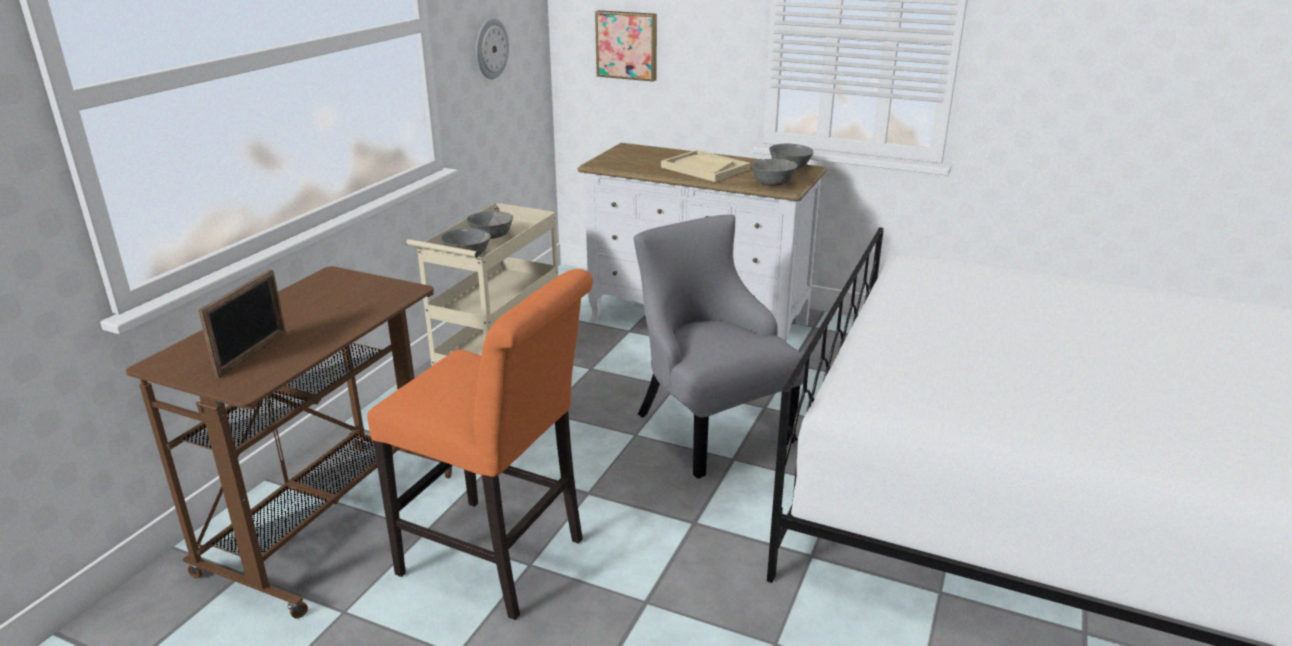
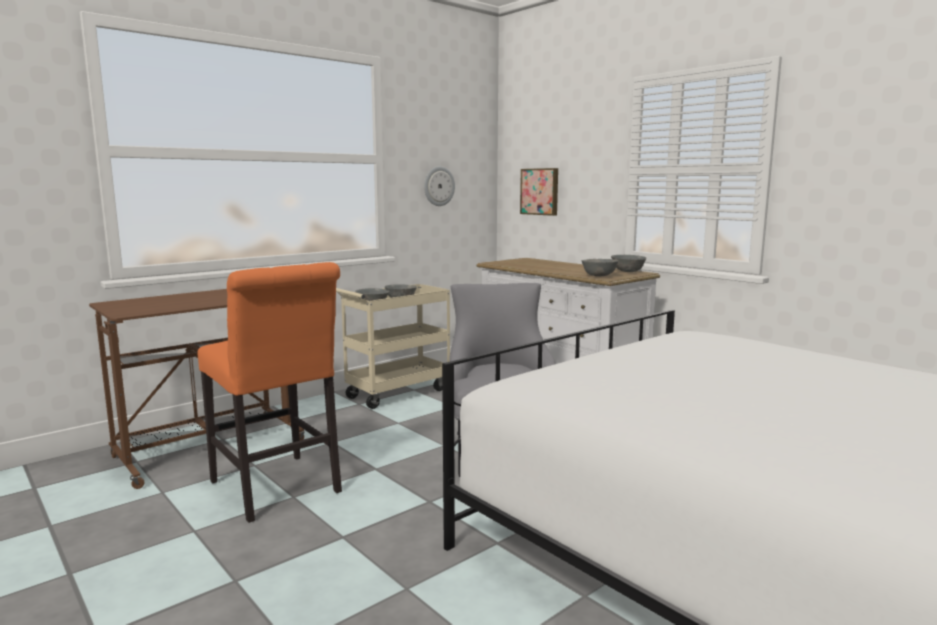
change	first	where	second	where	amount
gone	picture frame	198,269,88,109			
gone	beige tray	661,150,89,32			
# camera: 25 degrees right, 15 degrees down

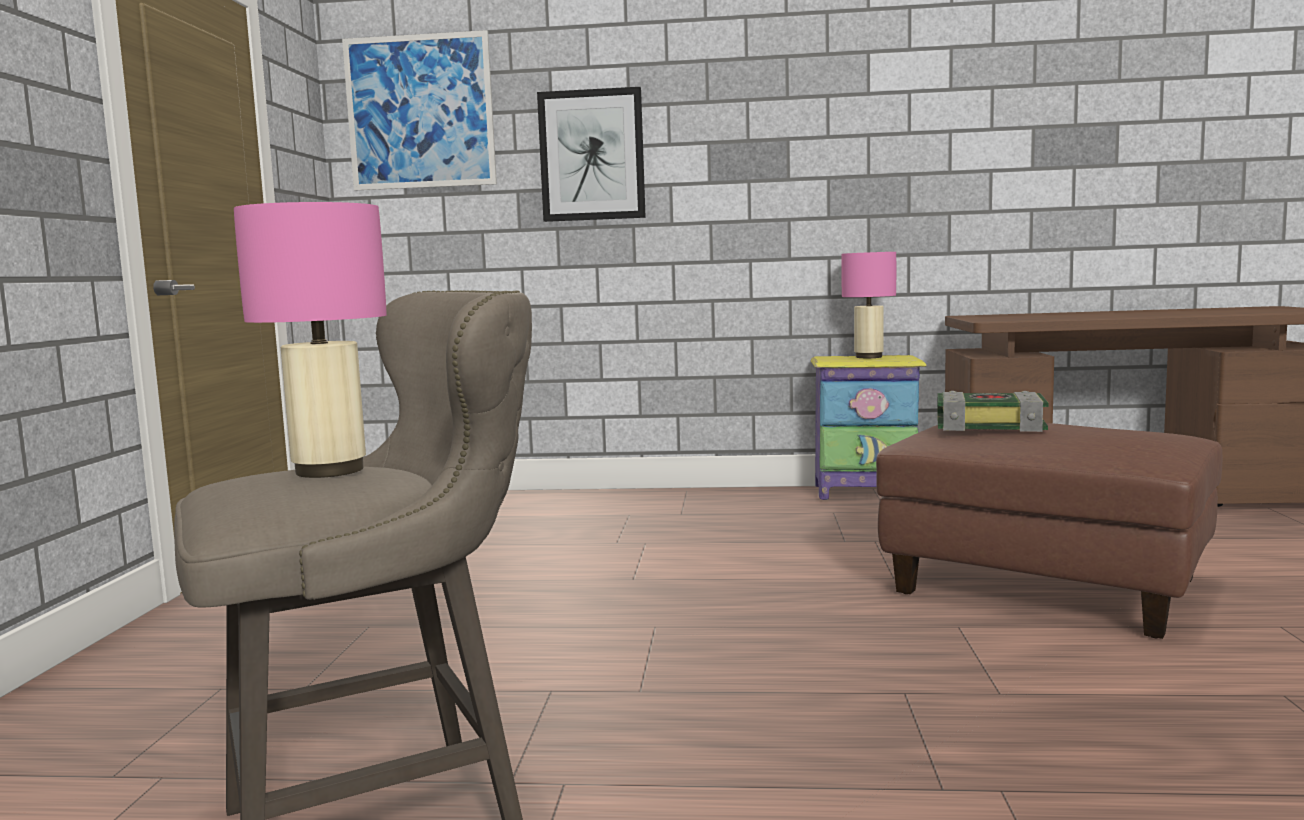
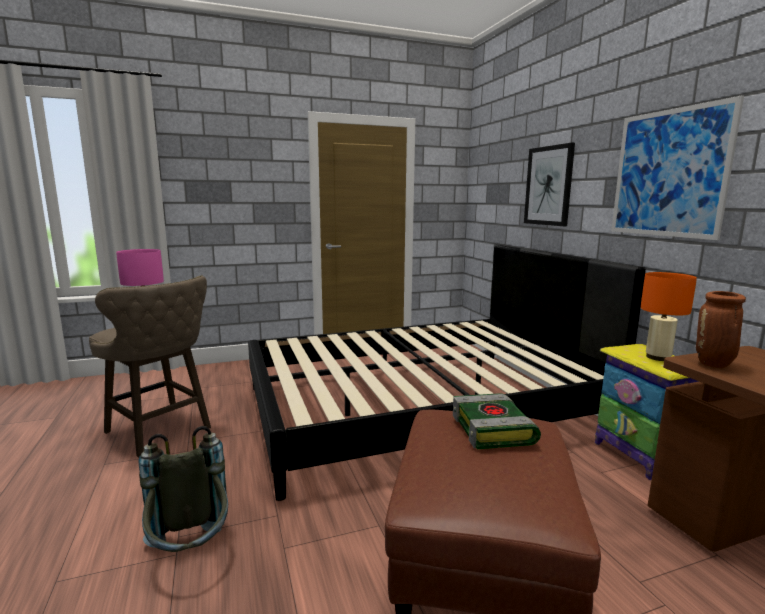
change	first	where	second	where	amount
new			grey backpack	138,426,90,126	
new			black bed	248,244,398,257	
shifted	picture	342,30,155,161		611,95,133,145	
repainted	pink table lamp	841,252,55,106	orange table lamp	641,272,56,89	
new			brown vase	696,291,50,77	
# camera: 65 degrees right, 5 degrees up

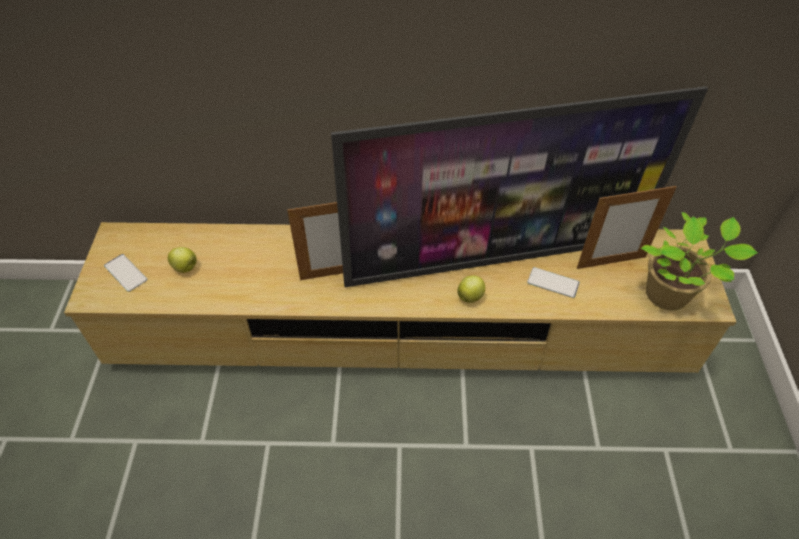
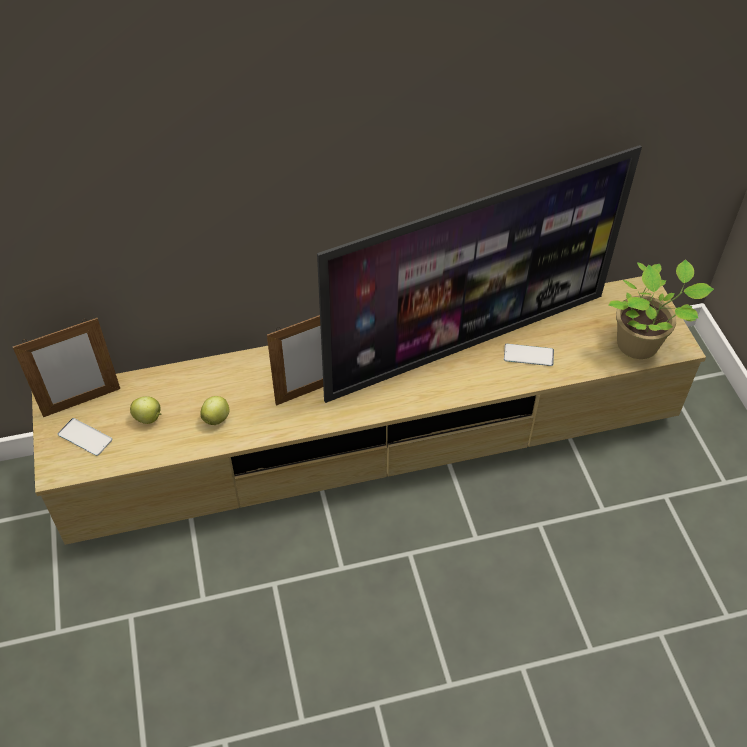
change	first	where	second	where	amount
shifted	picture frame	577,185,100,84		13,318,107,99	
shifted	apple	457,275,28,28		200,396,29,29	
# camera: 15 degrees left, 0 degrees up

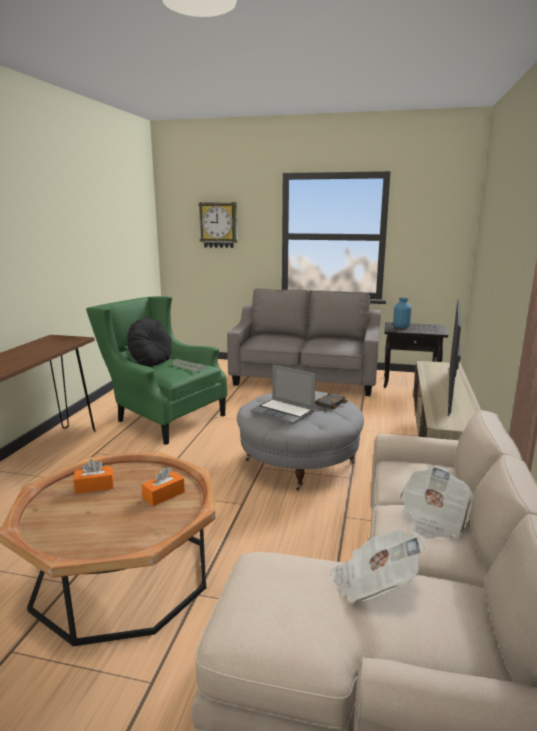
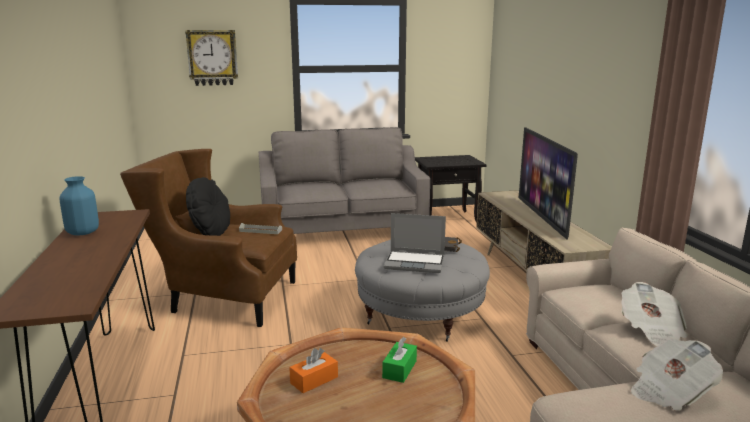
change	first	where	second	where	amount
shifted	blue vase	393,298,18,30		59,176,40,59	
repainted	green armchair	86,296,141,149	brown armchair	120,149,177,178	
repainted	orange tissue box	141,467,44,39	green tissue box	382,337,35,46	
# camera: 25 degrees left, 0 degrees up

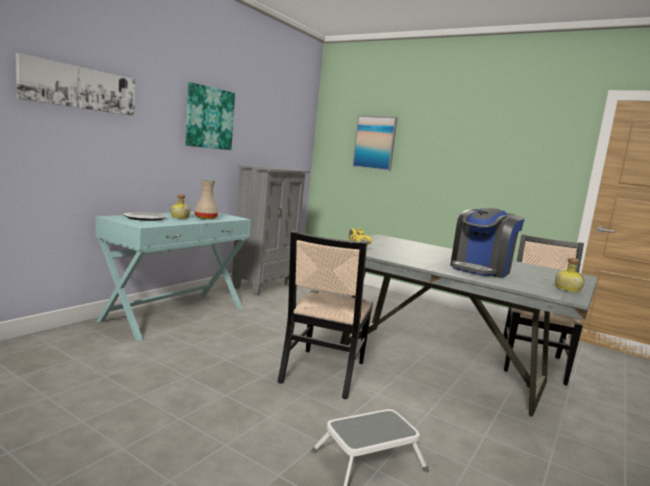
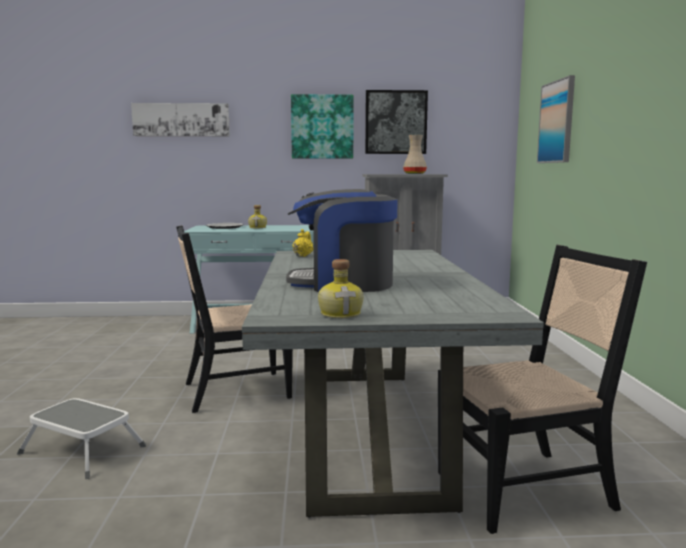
change	first	where	second	where	amount
new			picture	365,90,63,64	
shifted	beige vase	194,180,24,39		403,135,24,39	
# camera: 55 degrees right, 0 degrees up

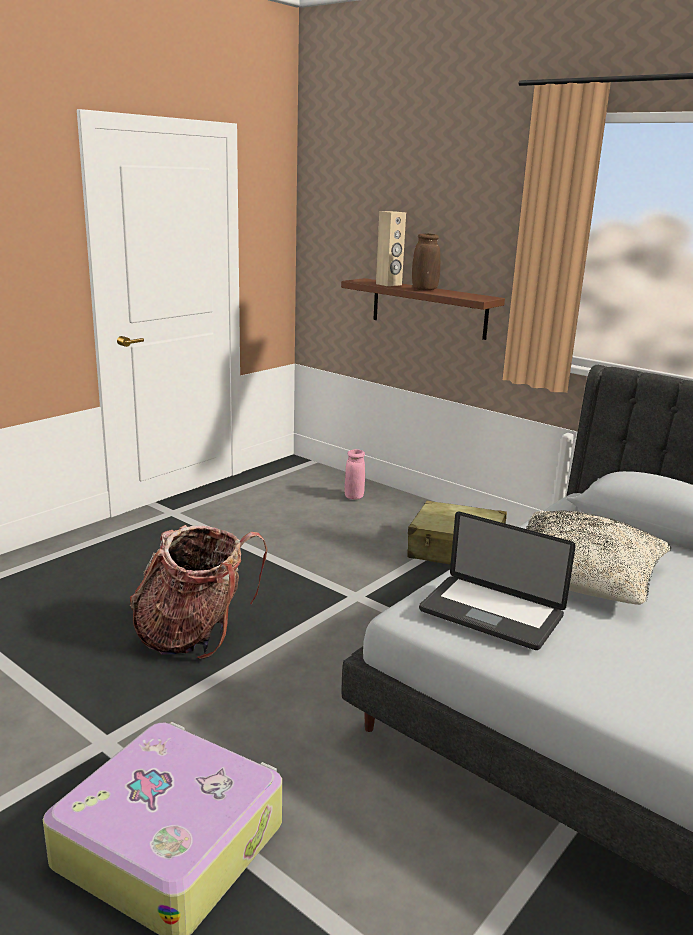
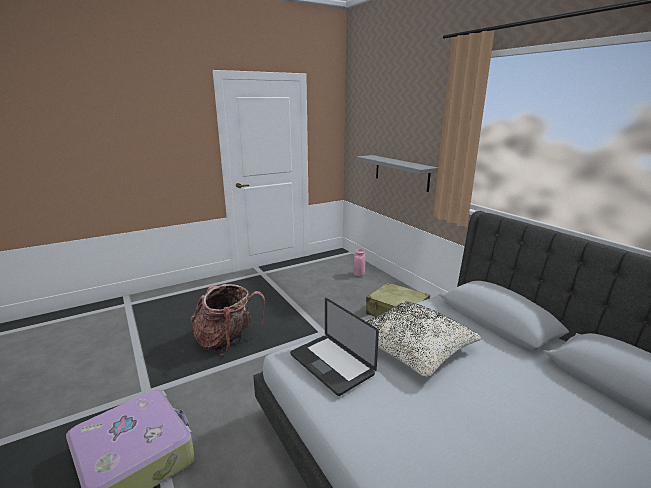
change	first	where	second	where	amount
repainted	brown shelf	341,278,164,62	grey shelf	356,155,82,37	
gone	beige speaker	376,211,30,75			
gone	brown vase	412,234,28,56			
# camera: 20 degrees right, 0 degrees up

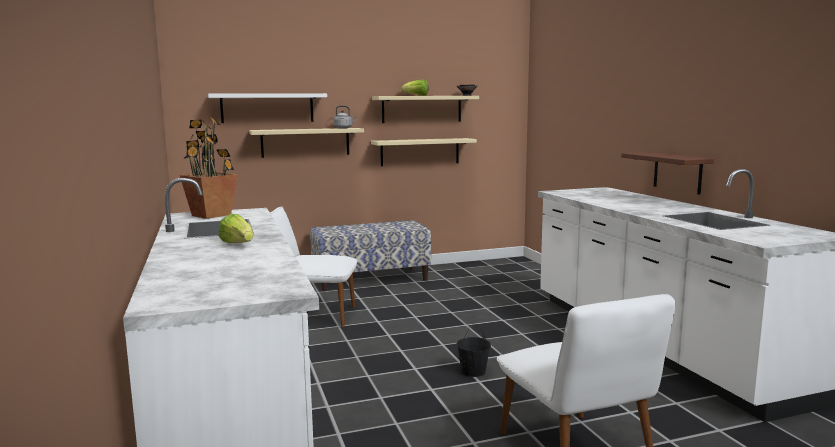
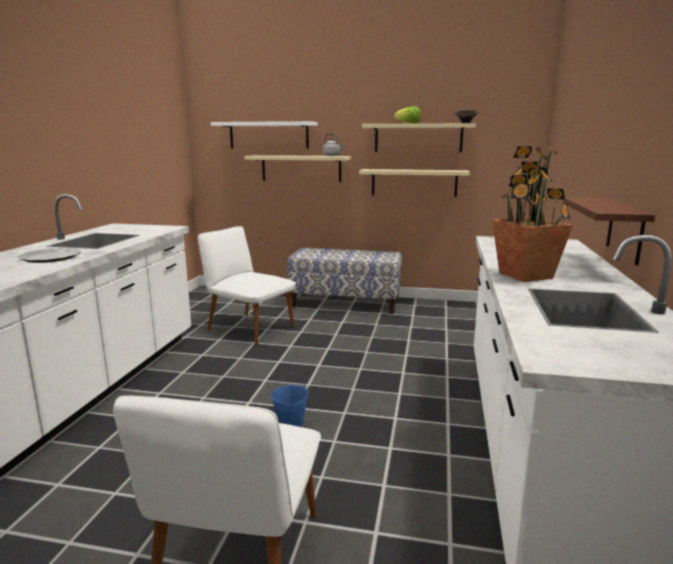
change	first	where	second	where	amount
swapped	lettuce	219,214,34,29	plate	17,248,65,15	
repainted	black bucket	456,324,35,53	blue bucket	271,373,37,54	
shifted	potted plant	180,116,57,103		492,142,81,140	
# camera: 30 degrees right, 5 degrees up

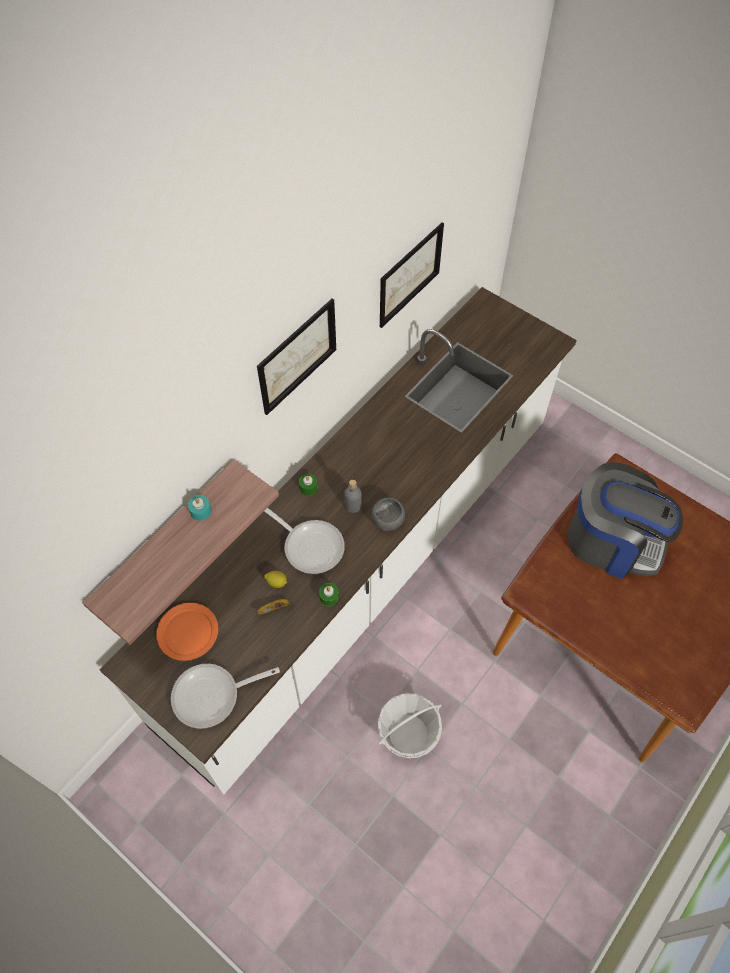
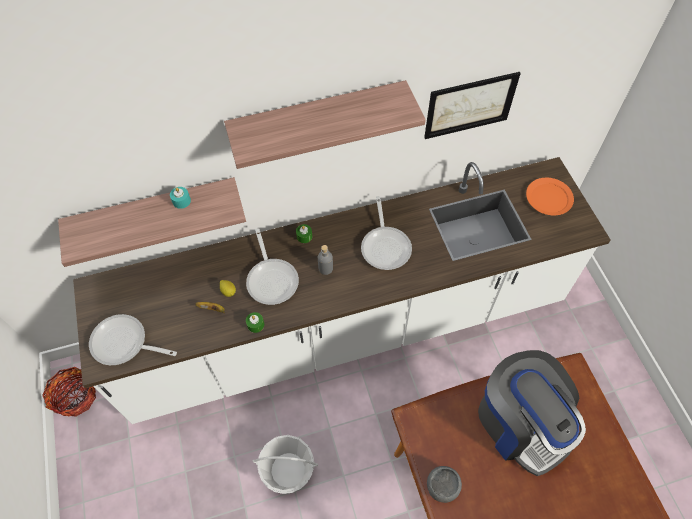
change	first	where	second	where	amount
new			basket	42,367,54,50	
swapped	picture	257,299,79,116	shelf	224,80,202,89	
new			frying pan	361,196,51,74	
shifted	grey bowl	372,498,33,33		427,466,35,37	
shifted	orange plate	156,603,62,58		526,178,48,37	
# camera: 35 degrees right, 0 degrees up

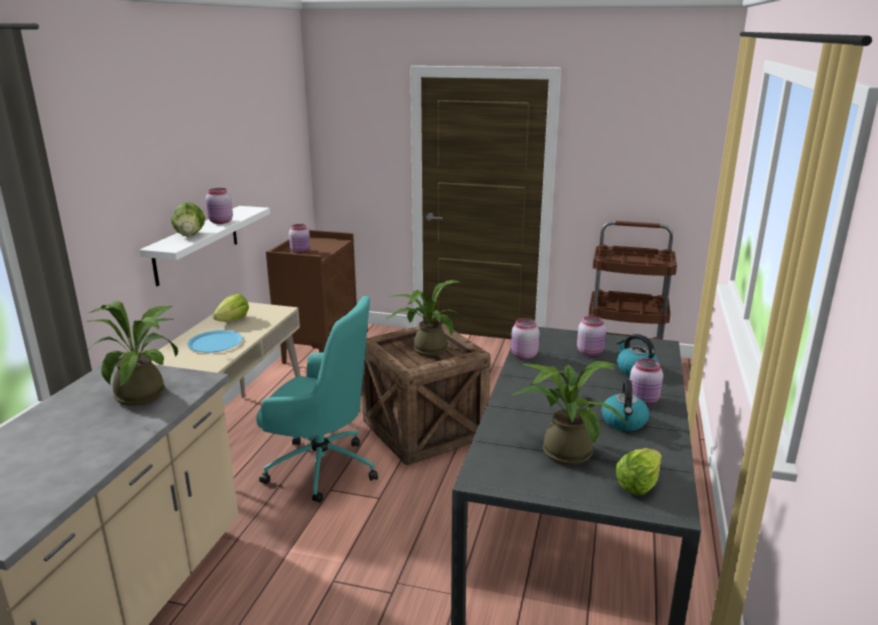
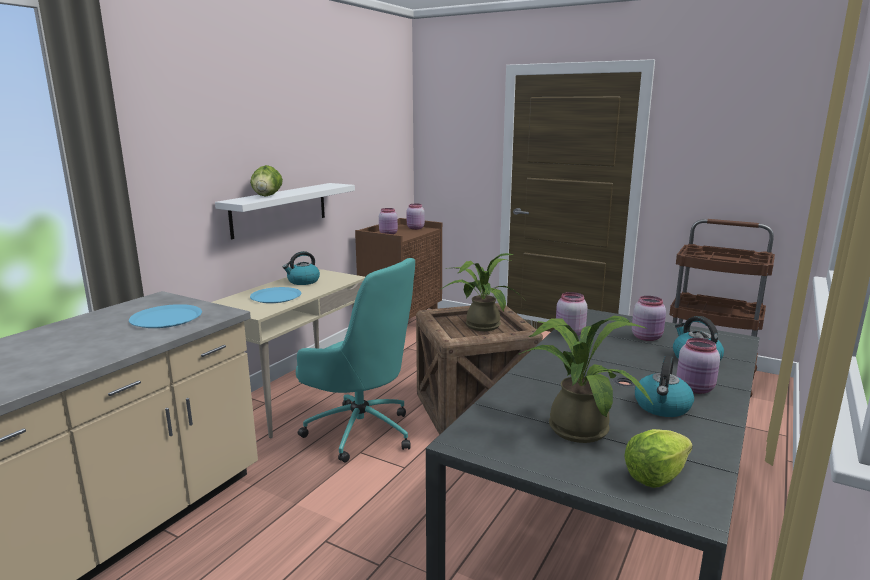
change	first	where	second	where	amount
swapped	potted plant	86,300,92,106	blue plate	129,304,73,24	
swapped	lettuce	213,294,36,28	kettle	283,251,37,34	
shifted	pink jar	206,188,27,36		407,204,18,26	
# camera: 15 degrees right, 5 degrees down

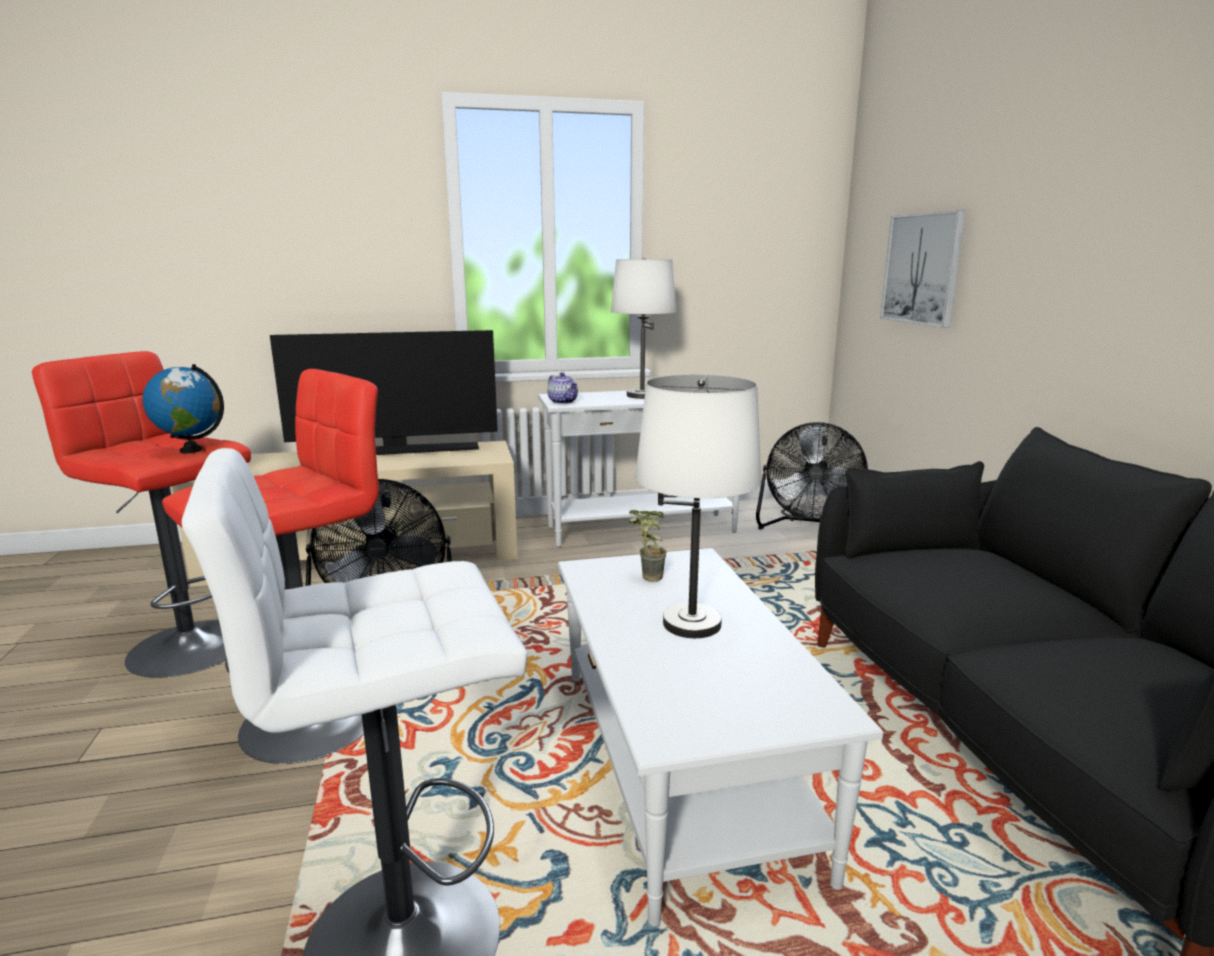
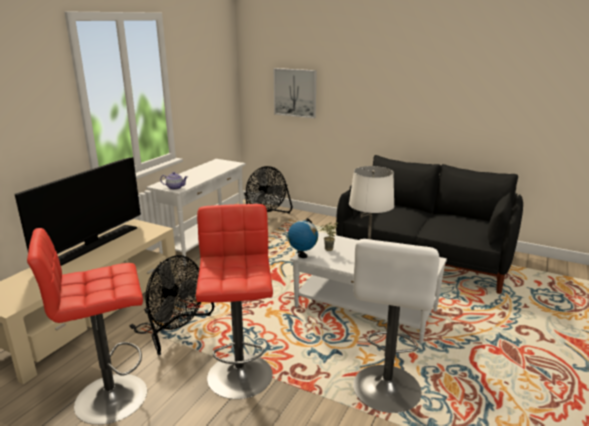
change	first	where	second	where	amount
shifted	globe	142,364,82,89		288,218,30,40	
gone	white table lamp	611,257,65,142			
# camera: 50 degrees left, 5 degrees up

